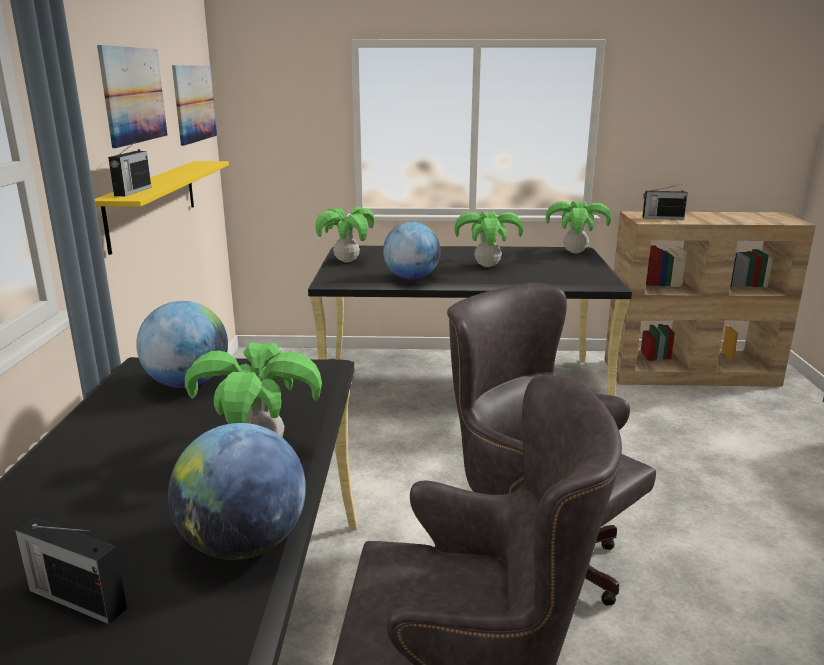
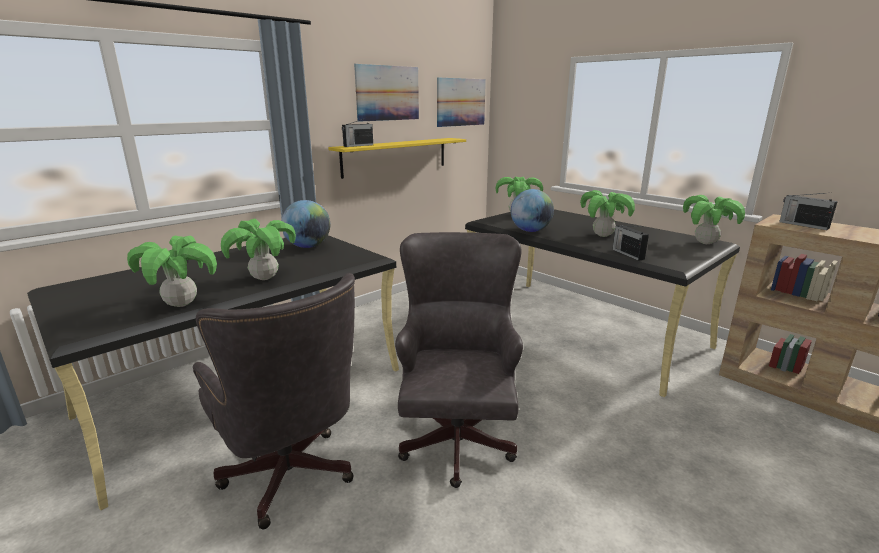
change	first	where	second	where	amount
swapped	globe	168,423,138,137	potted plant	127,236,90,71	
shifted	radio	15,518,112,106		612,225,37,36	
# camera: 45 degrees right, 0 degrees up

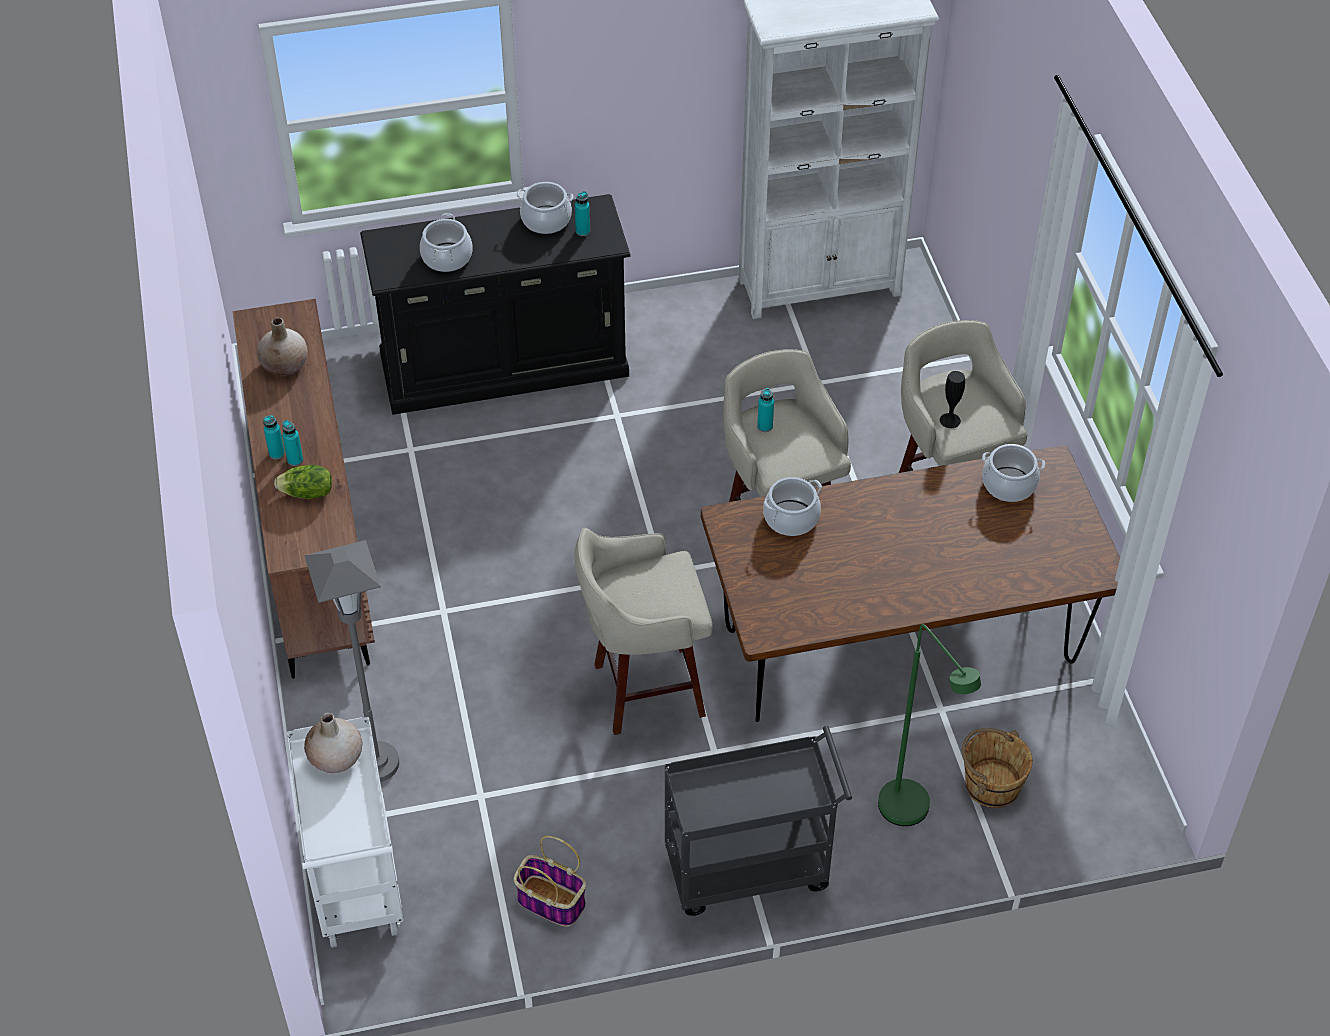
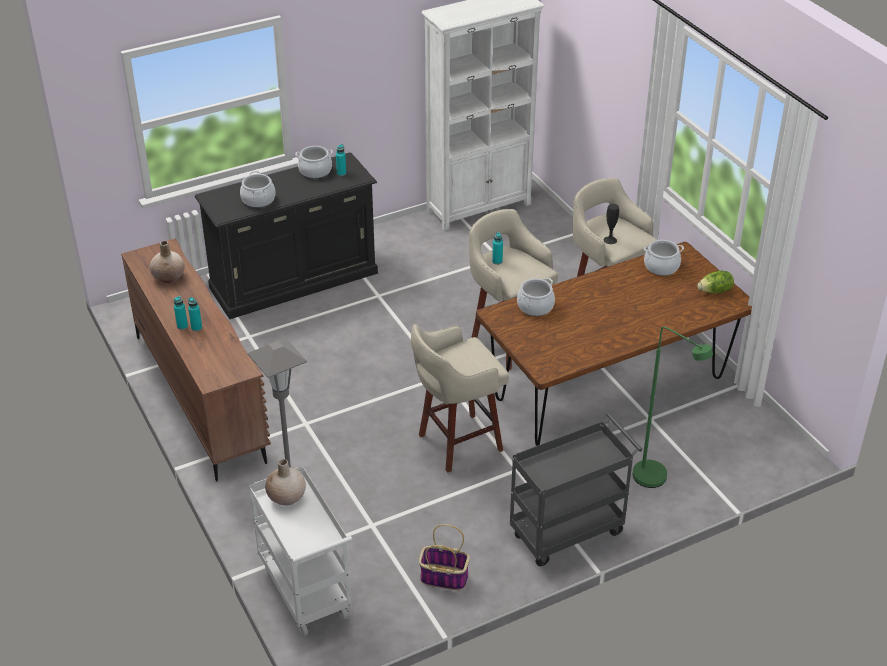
change	first	where	second	where	amount
shifted	lettuce	274,465,58,34		697,271,37,22	
gone	brown bucket	962,728,71,80			
# camera: 15 degrees left, 10 degrees down

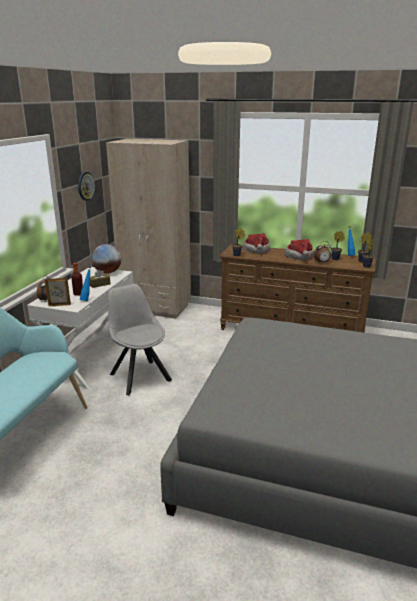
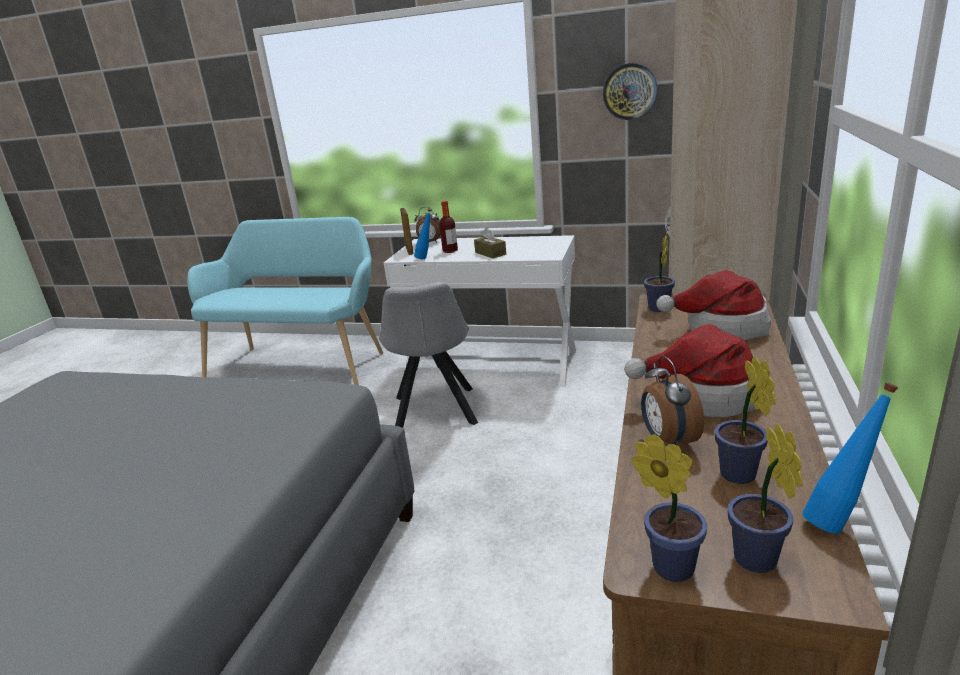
change	first	where	second	where	amount
rotated	grey chair	108,284,64,111		379,282,99,146	120 degrees clockwise
gone	globe	92,244,30,30			
# camera: 90 degrees right, 0 degrees up

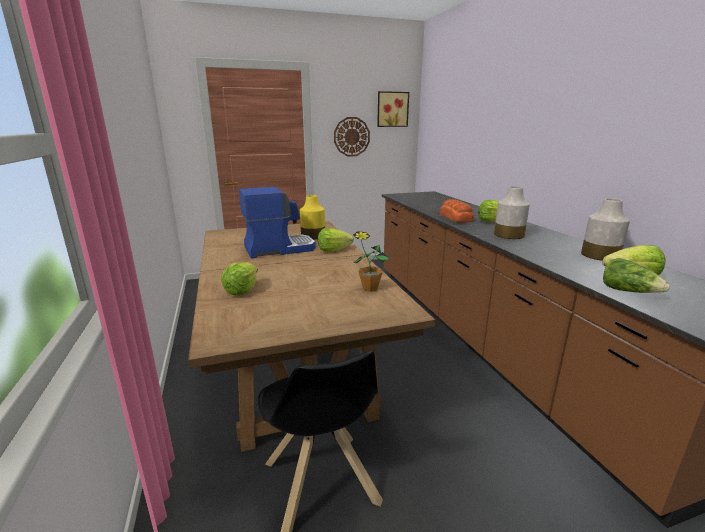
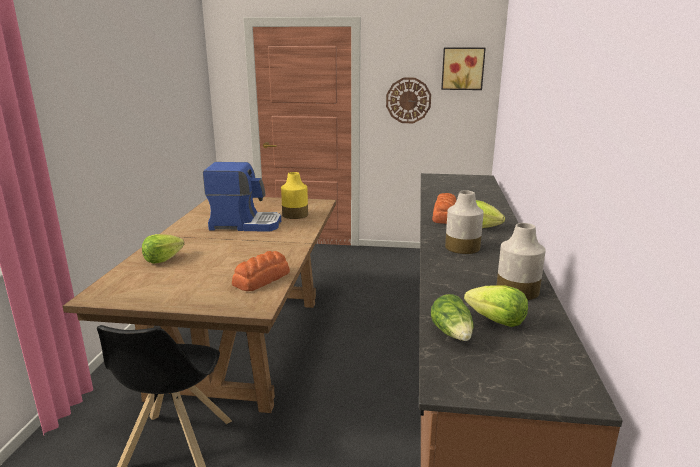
change	first	where	second	where	amount
swapped	potted plant	353,231,36,61	bread	232,251,58,40	
gone	lettuce	318,228,36,24			
# camera: 25 degrees right, 0 degrees up

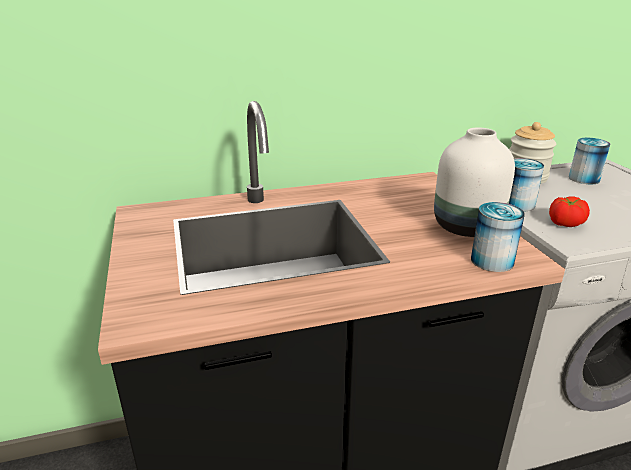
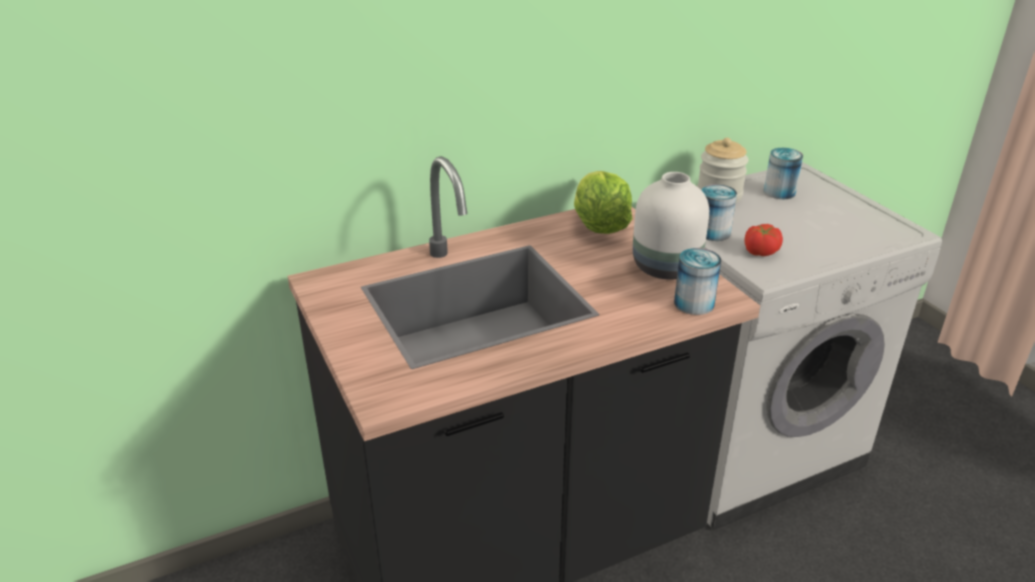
change	first	where	second	where	amount
new			lettuce	574,171,58,63	
# camera: 10 degrees left, 5 degrees up

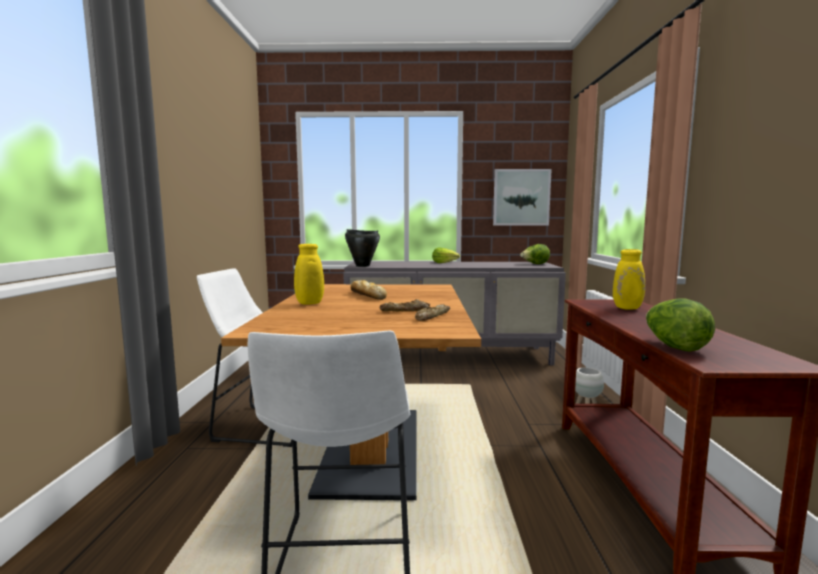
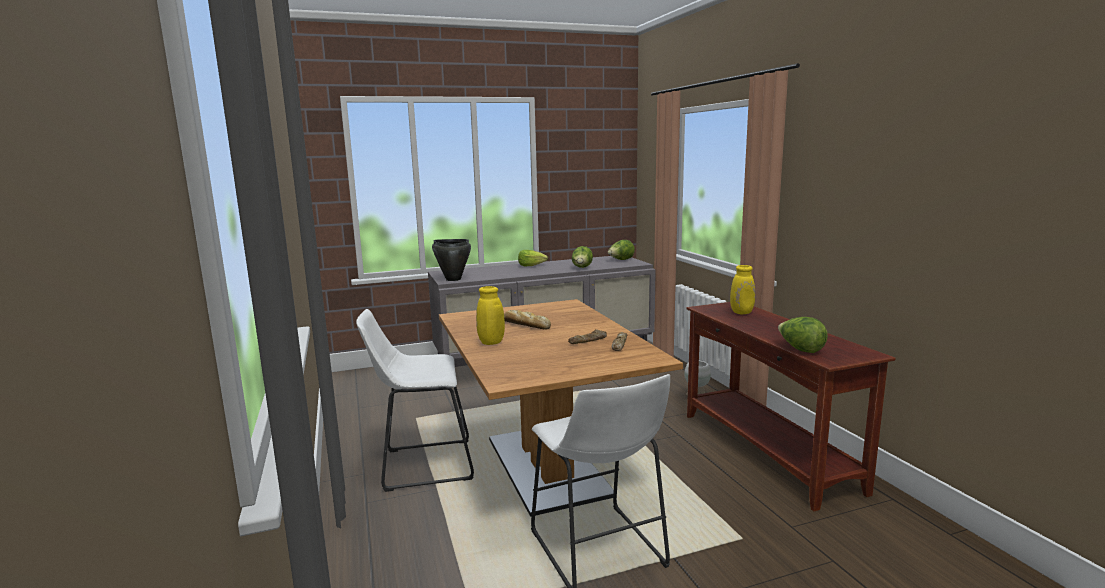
change	first	where	second	where	amount
new			lettuce	572,246,21,22	
gone	picture	493,169,58,57			
# camera: 20 degrees left, 5 degrees up

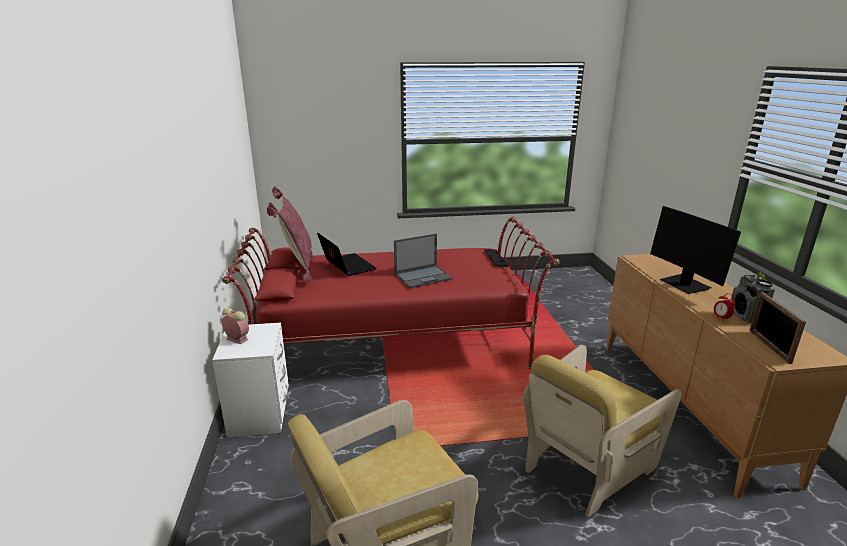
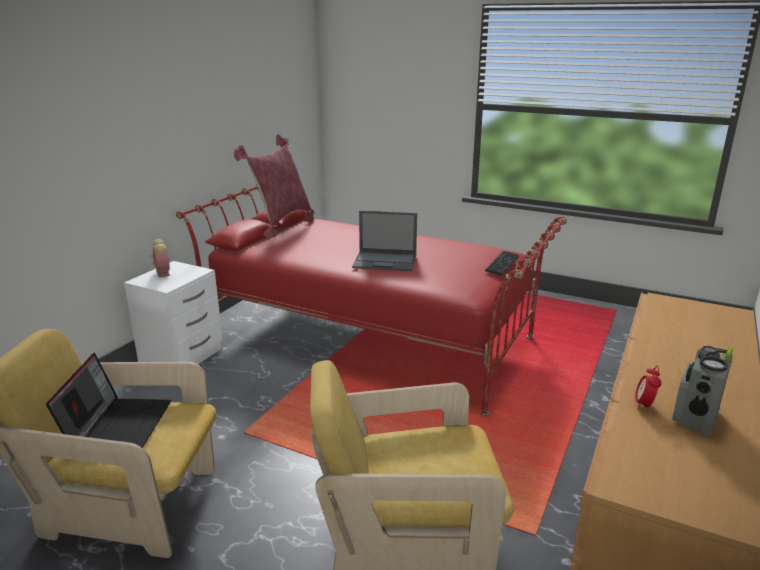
change	first	where	second	where	amount
shifted	laptop	317,232,60,44		46,353,125,95	
gone	monitor	650,206,91,88			
gone	picture frame	749,292,57,72			
# camera: 35 degrees right, 0 degrees up

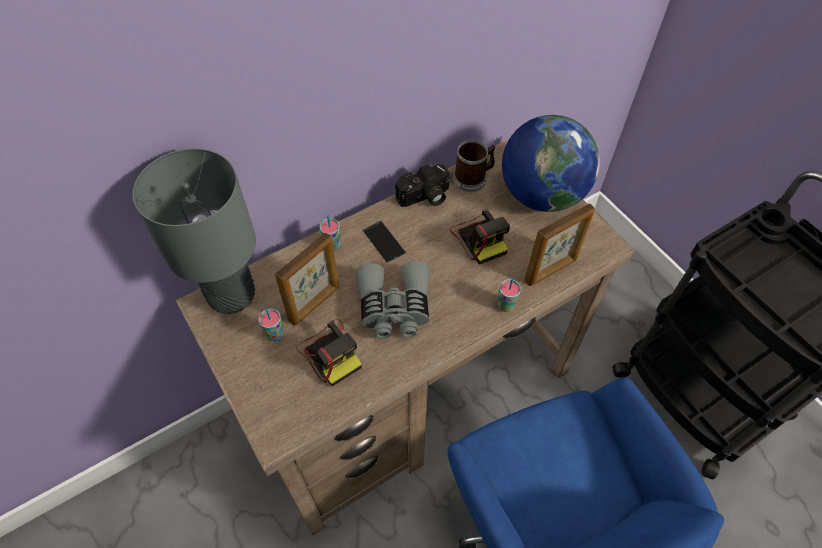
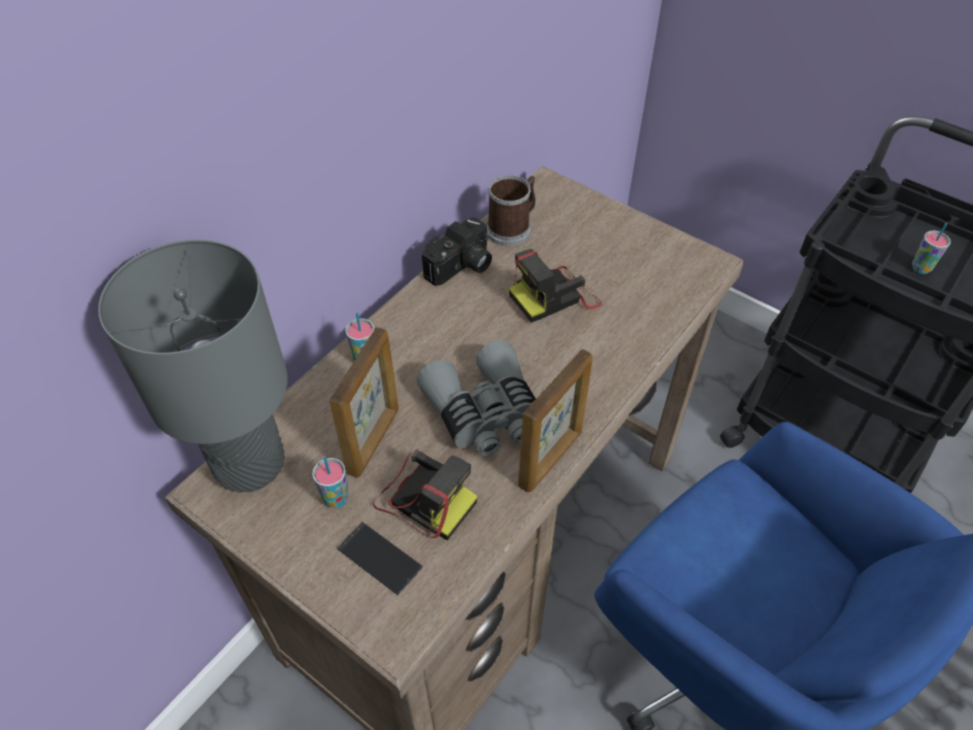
change	first	where	second	where	amount
shifted	phone	363,221,43,42		337,522,86,73	
rotated	photo camera	450,208,60,57		509,249,93,74	105 degrees clockwise
shifted	picture frame	524,204,71,82		518,349,75,143	
shifted	cup	498,278,23,34		912,223,39,51	
gone	globe	502,115,98,97			
# camera: 20 degrees left, 5 degrees down

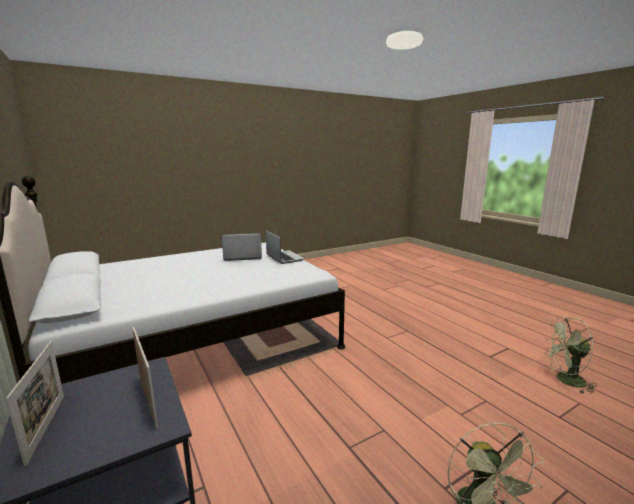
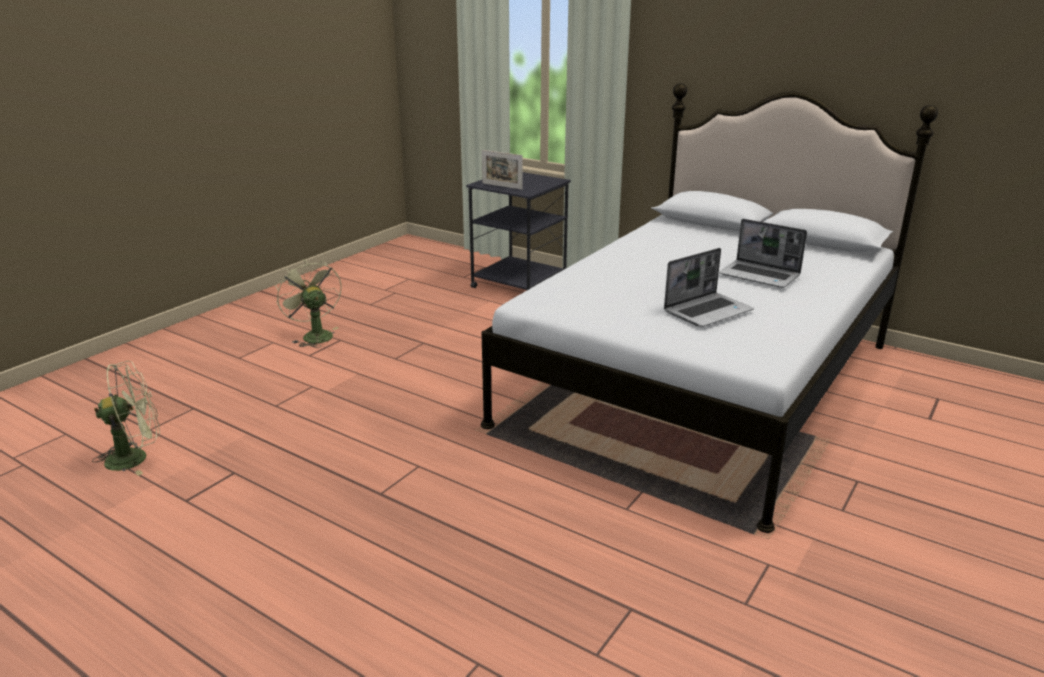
change	first	where	second	where	amount
shifted	laptop	266,230,39,34		719,219,88,69	
gone	picture frame	6,341,58,126			
# camera: 155 degrees right, 10 degrees up

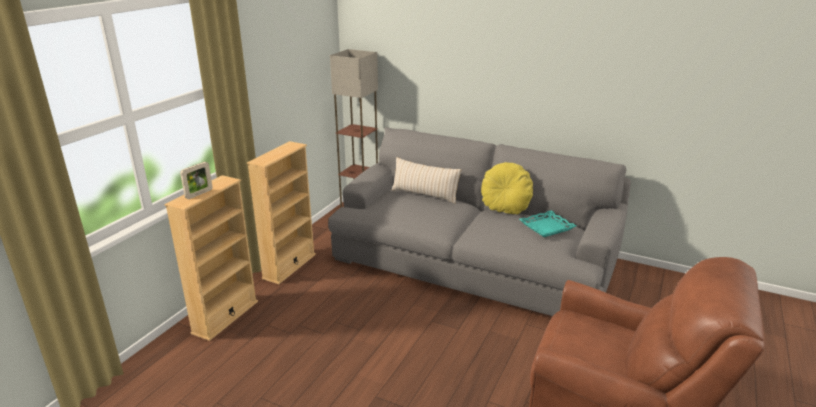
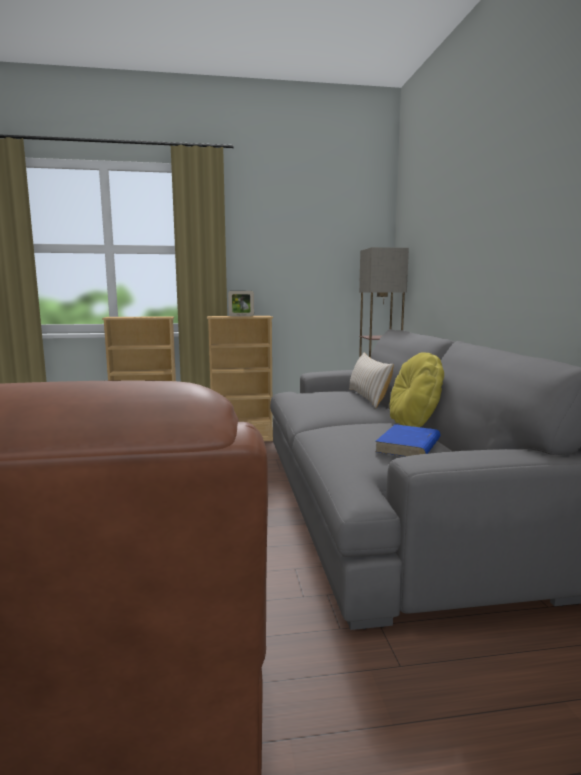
change	first	where	second	where	amount
shifted	picture frame	180,162,33,37		228,291,26,25	
swapped	turquoise tray	519,211,57,26	blue book	375,424,66,33	
# camera: 55 degrees right, 15 degrees down

